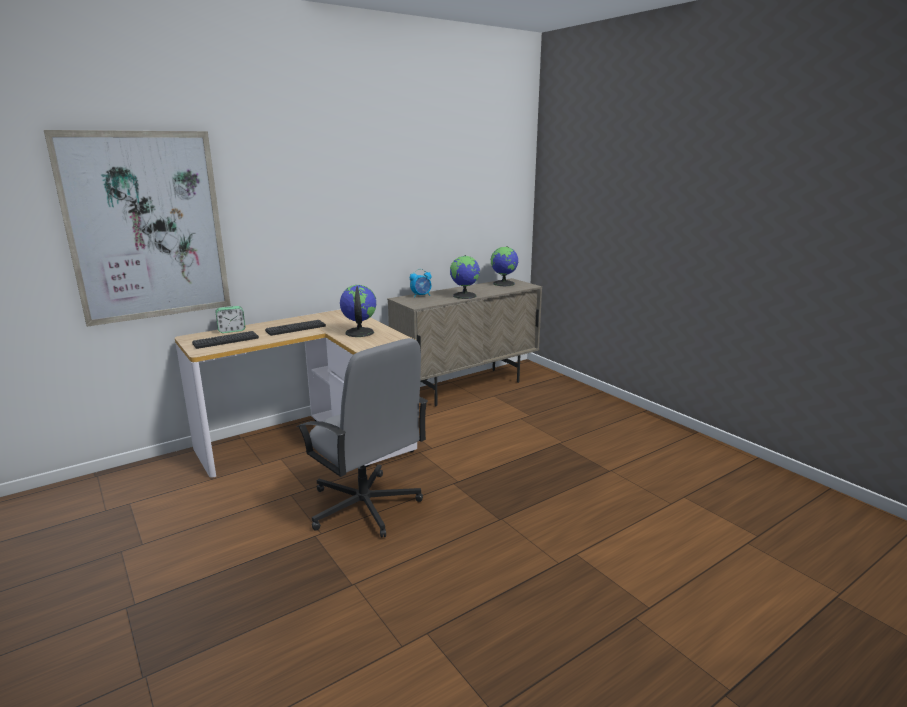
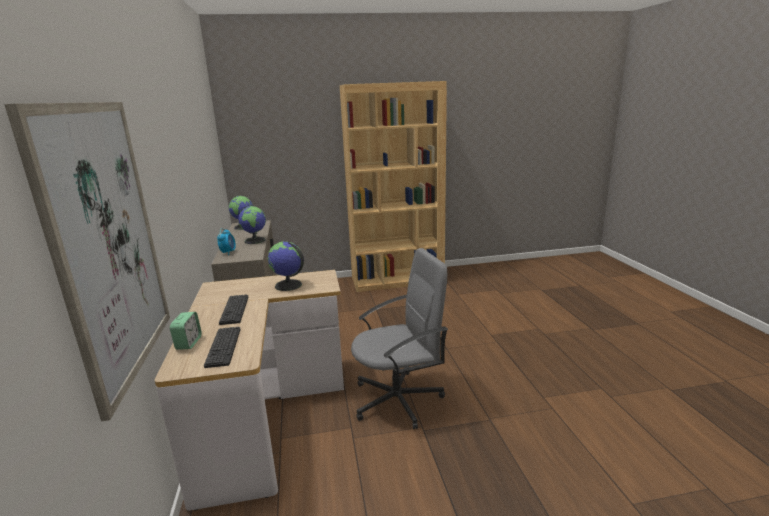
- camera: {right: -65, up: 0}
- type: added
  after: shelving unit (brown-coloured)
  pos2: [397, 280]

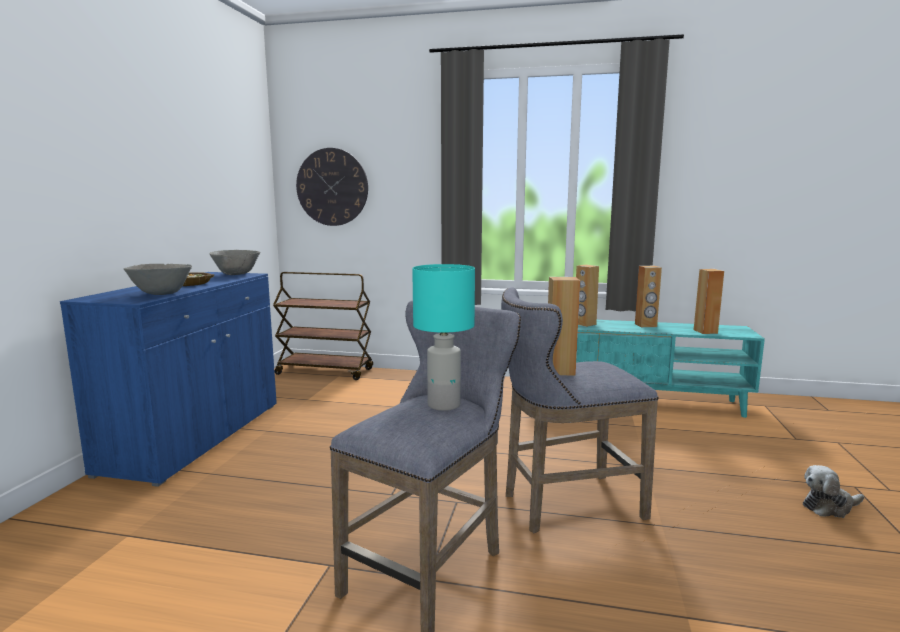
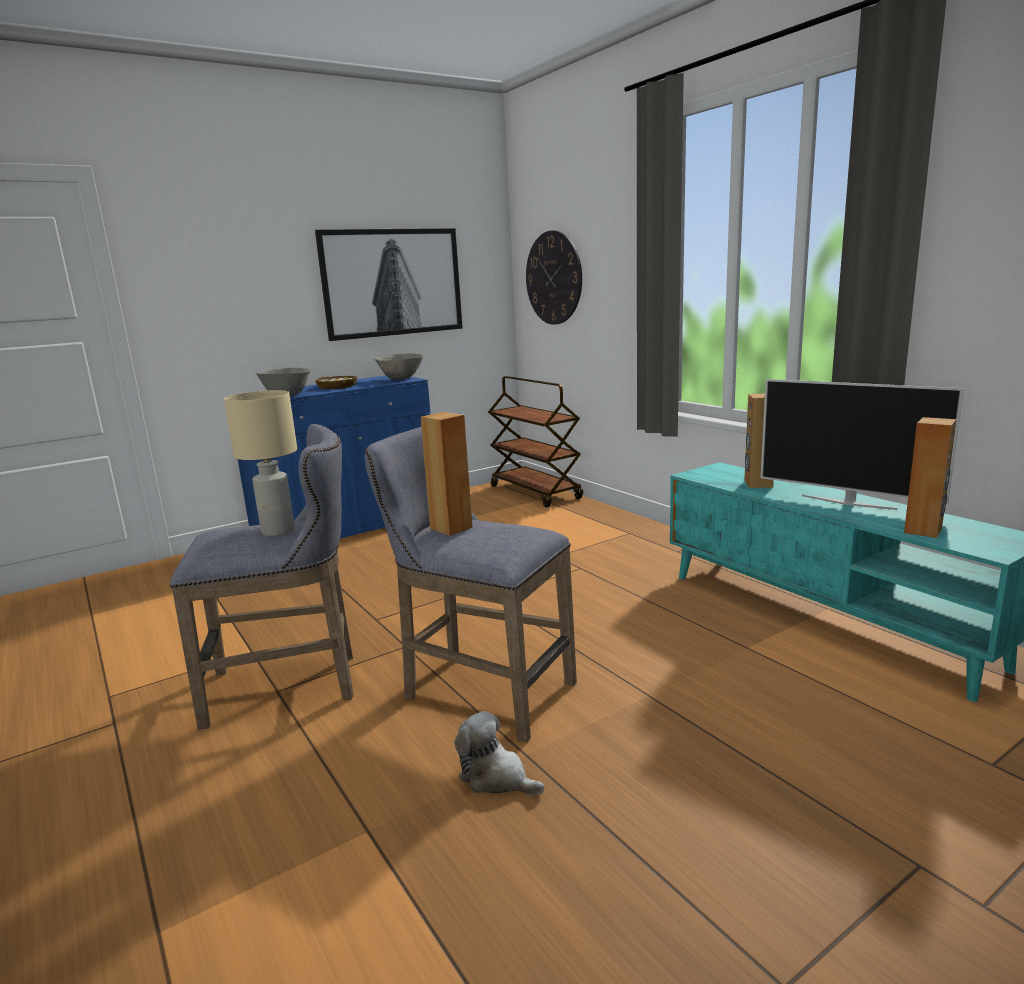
- camera: {right: 45, up: 5}
- type: recoloured
  before: tabletop lamp (turquoise-coloured)
  after: tabletop lamp (beige-coloured)
  pos1: [444, 405]
  pos2: [279, 531]
- type: replaced
  before: speaker (brown-coloured)
  after: TV
  pos1: [645, 325]
  pos2: [848, 502]
- type: moved
  before: plush toy
  pos1: [829, 507]
  pos2: [496, 777]
- type: added
  after: picture
  pos2: [393, 282]

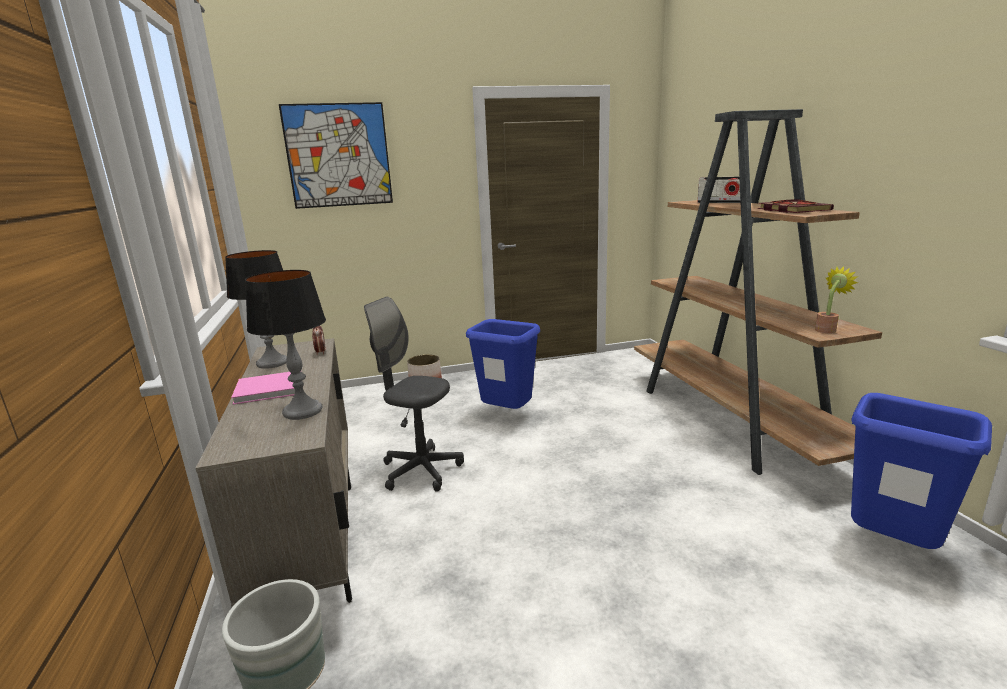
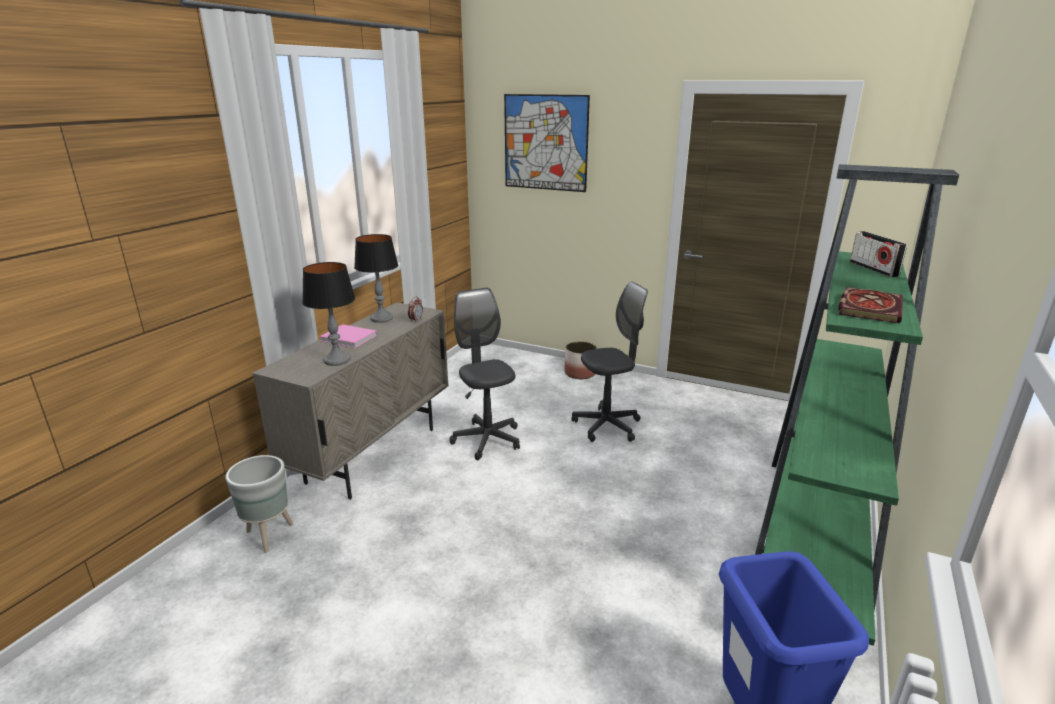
- camera: {right: 40, up: 5}
- type: recoloured
  before: shelving unit (brown-coloured)
  after: shelving unit (green-coloured)
  pos1: [731, 422]
  pos2: [813, 535]
- type: removed
  before: plant in a pot
  pos1: [827, 329]
- type: replaced
  before: trash can (bluish)
  after: desk chair (gray)
  pos1: [507, 415]
  pos2: [607, 426]

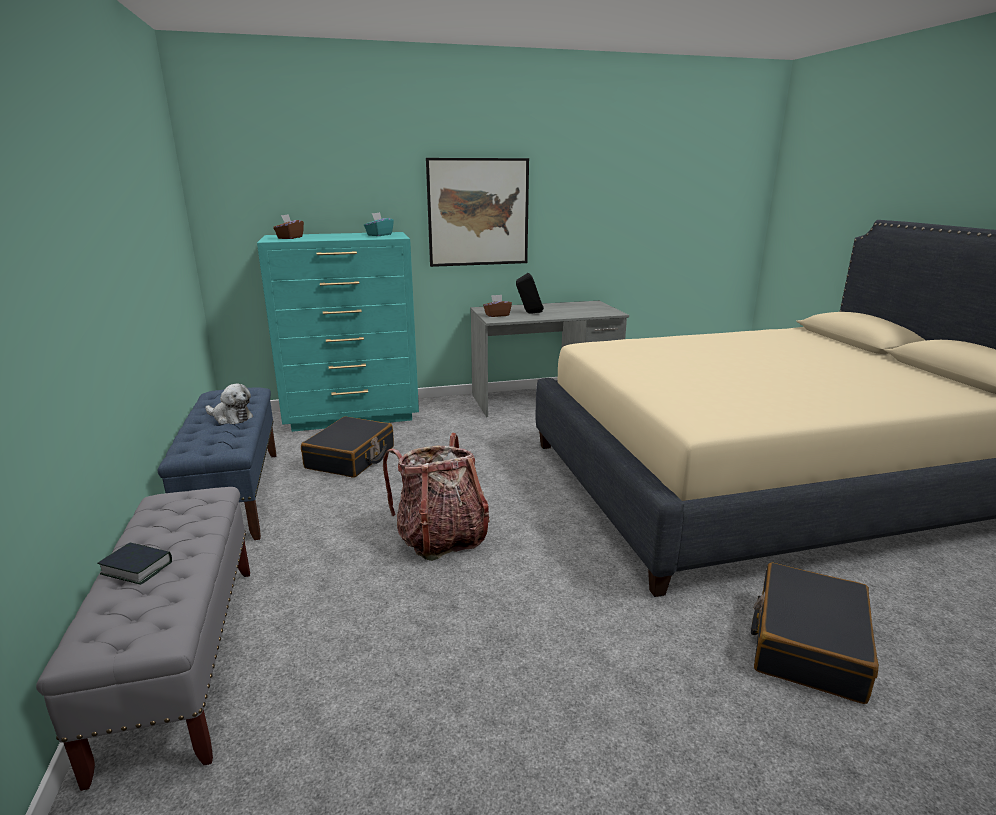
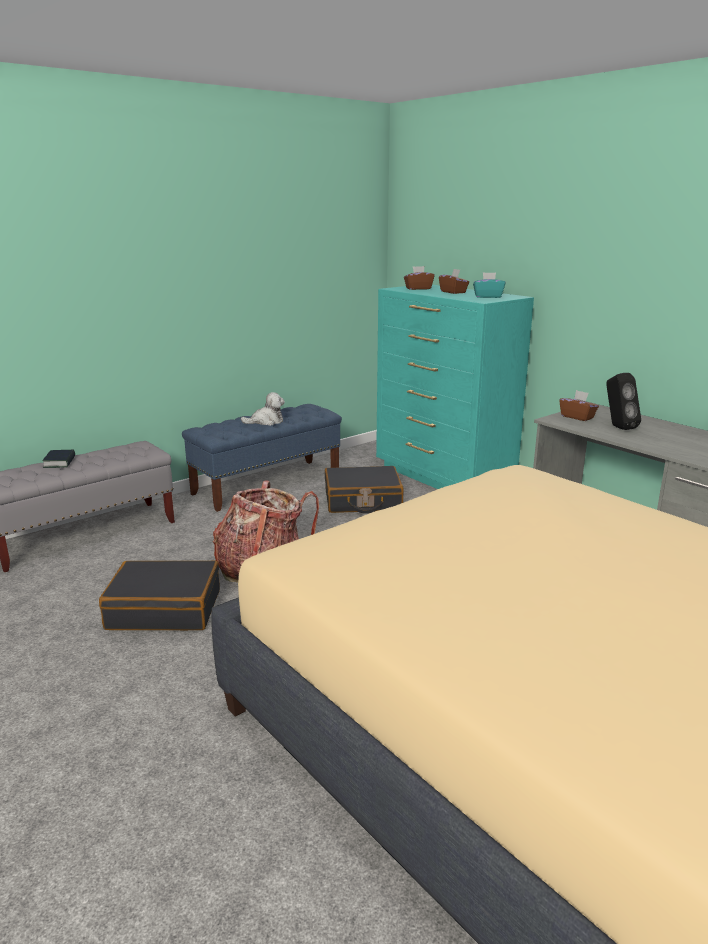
- camera: {right: 65, up: 0}
- type: removed
  before: picture
  pos1: [478, 212]
- type: turned
  before: plush toy
  pos1: [231, 418]
  pos2: [266, 421]
  turn: -105
- type: moved
  before: piece of luggage (black)
  pos1: [807, 644]
  pos2: [165, 609]
- type: added
  after: tissue holder (brown-coloured)
  pos2: [453, 292]

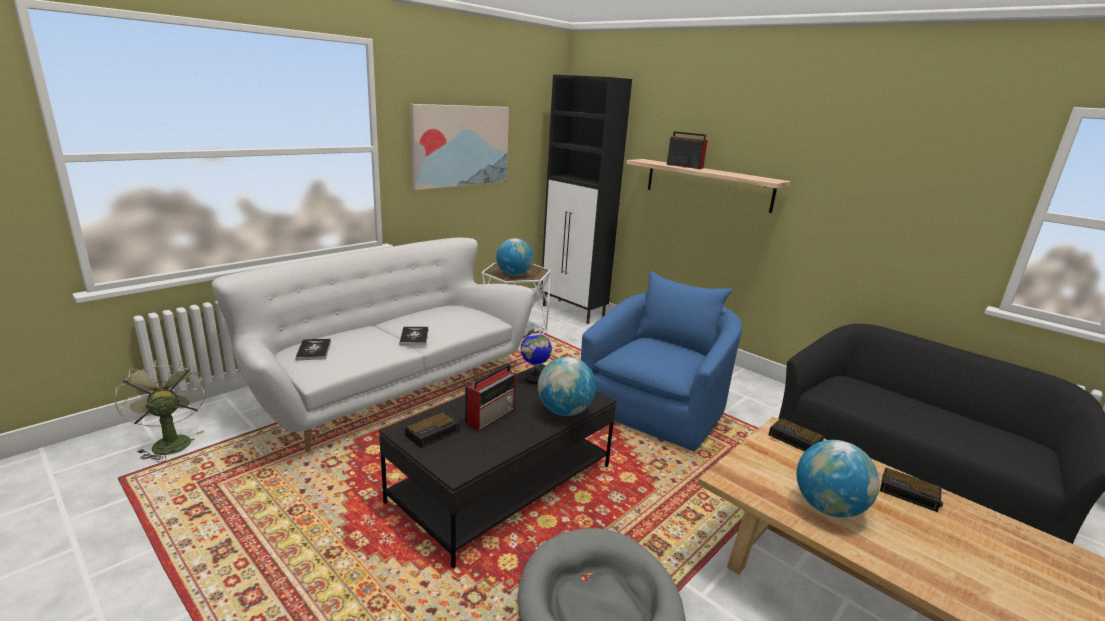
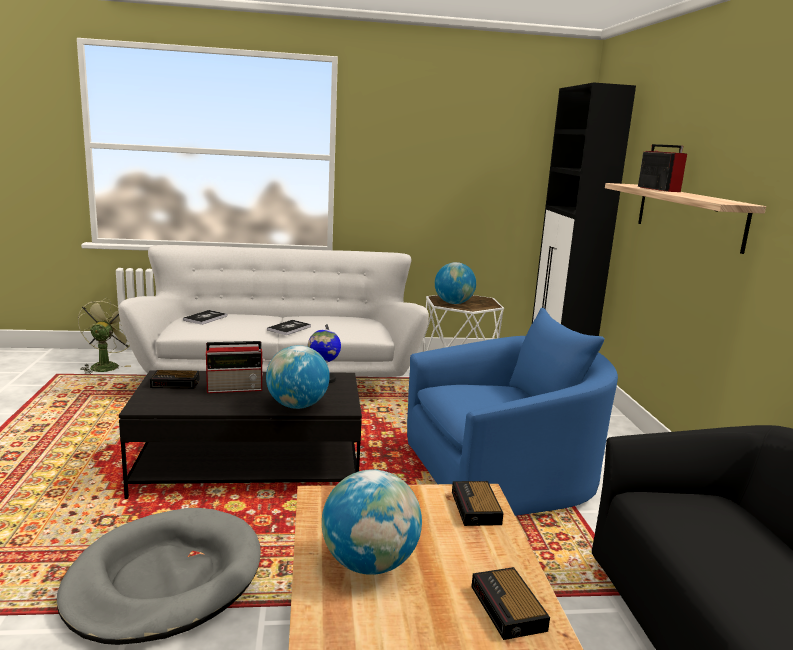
- camera: {right: 40, up: -5}
- type: removed
  before: picture
  pos1: [460, 146]

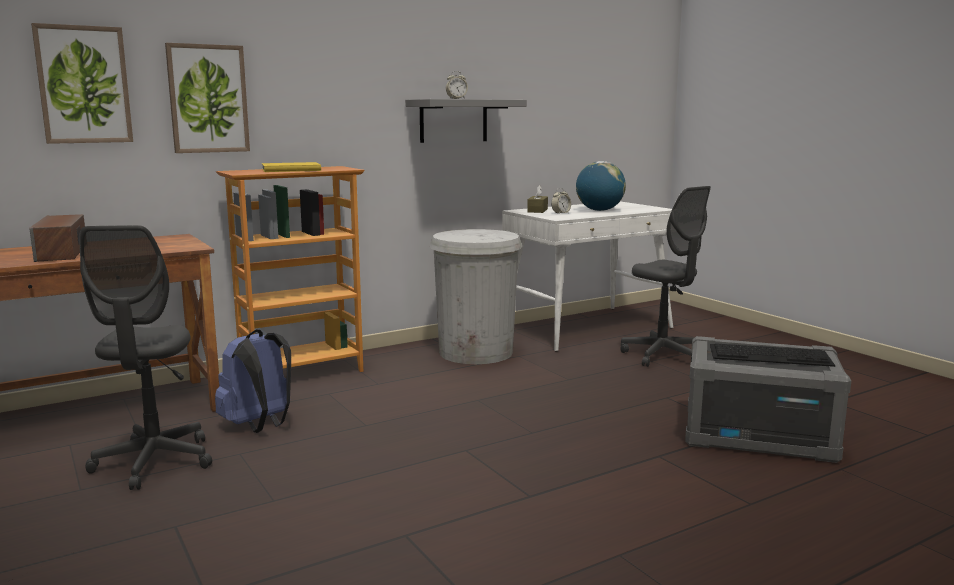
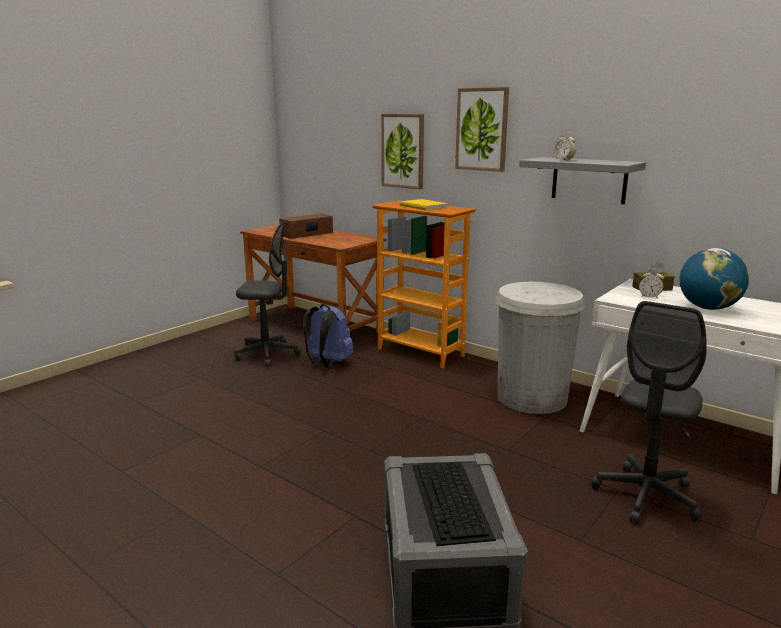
- camera: {right: 70, up: 5}
- type: moved
  before: picture
  pos1: [84, 85]
  pos2: [482, 129]
- type: turned
  before: desk chair (gray)
  pos1: [154, 462]
  pos2: [267, 354]
  turn: -150

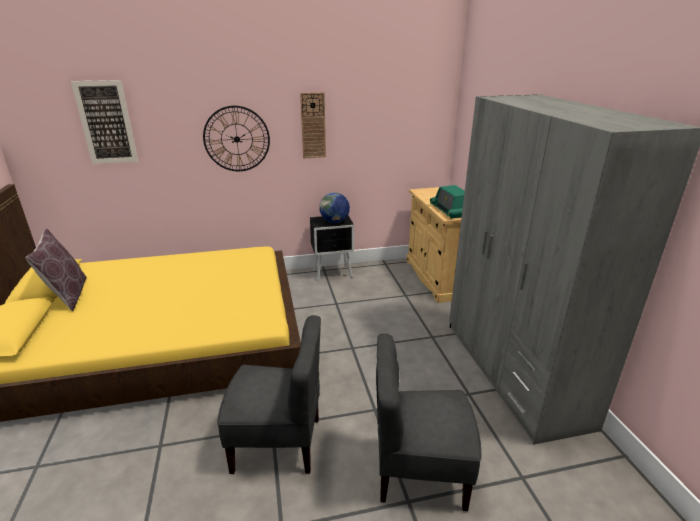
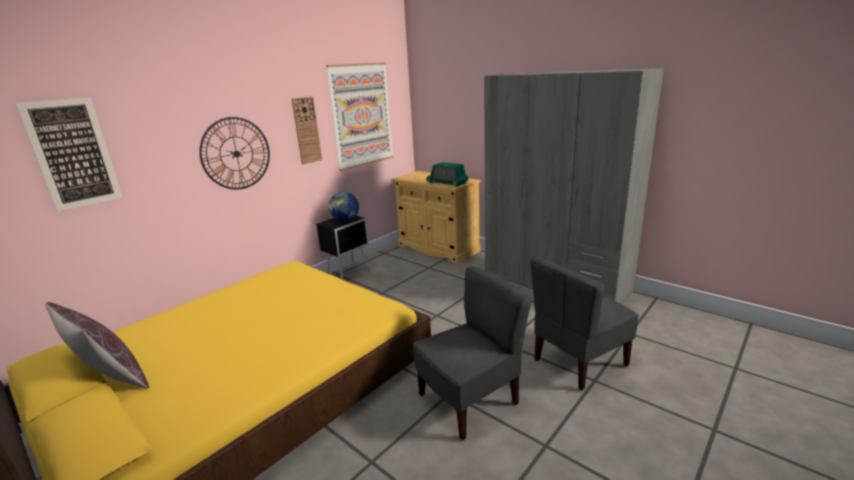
- camera: {right: -35, up: -5}
- type: added
  after: picture
  pos2: [362, 115]

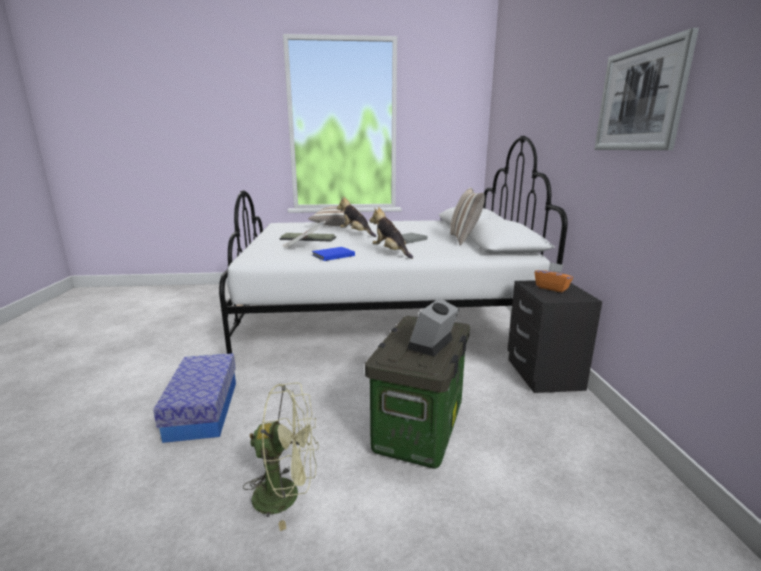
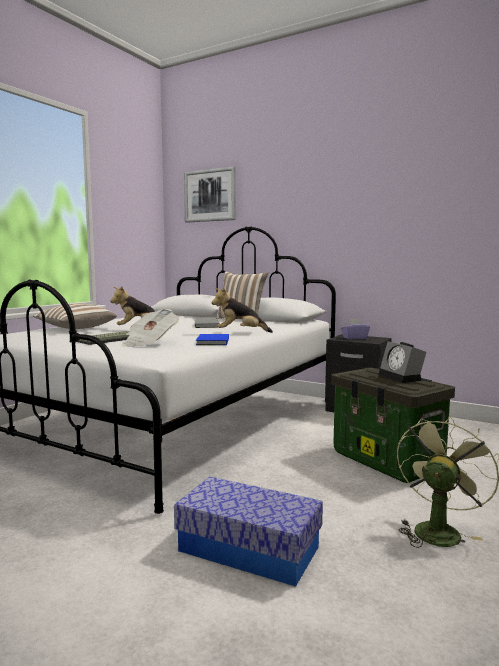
- camera: {right: -55, up: -10}
- type: moved
  before: picture
  pos1: [640, 99]
  pos2: [210, 195]
- type: recoloured
  before: tissue holder (orangey)
  after: tissue holder (purple-coloured)
  pos1: [552, 288]
  pos2: [354, 338]

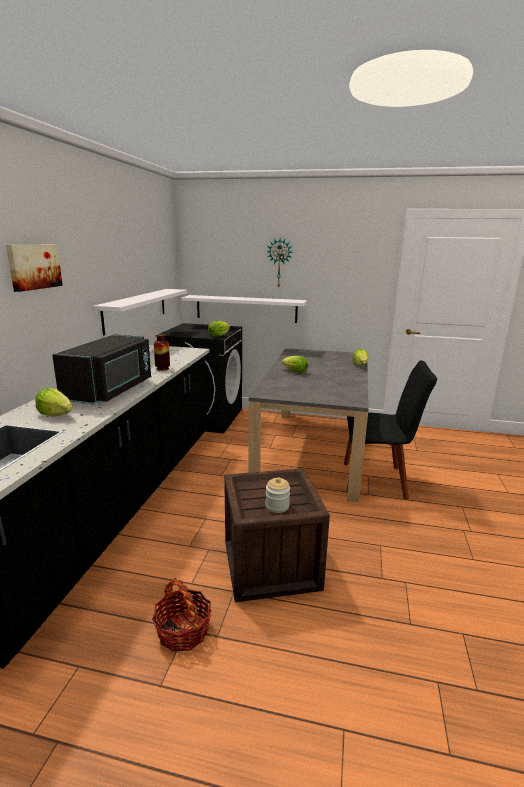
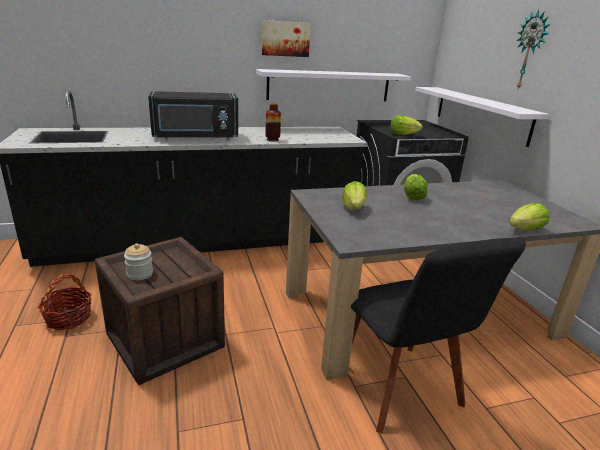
- camera: {right: 60, up: 5}
- type: moved
  before: picture
  pos1: [33, 266]
  pos2: [285, 39]
- type: moved
  before: lettuce head
  pos1: [56, 415]
  pos2: [353, 209]

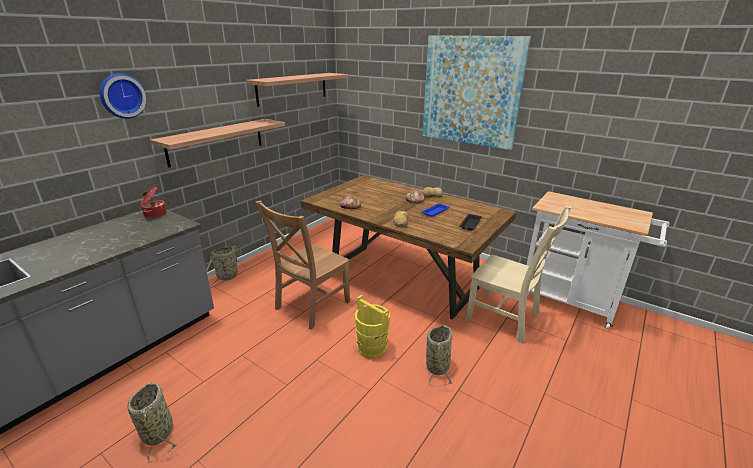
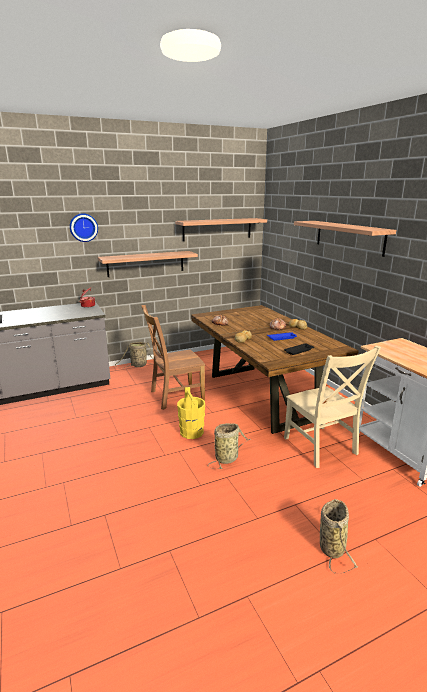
- camera: {right: 30, up: -5}
- type: replaced
  before: picture
  after: bracket shelf
  pos1: [471, 91]
  pos2: [349, 237]
- type: moved
  before: household basket
  pos1: [158, 431]
  pos2: [331, 546]

